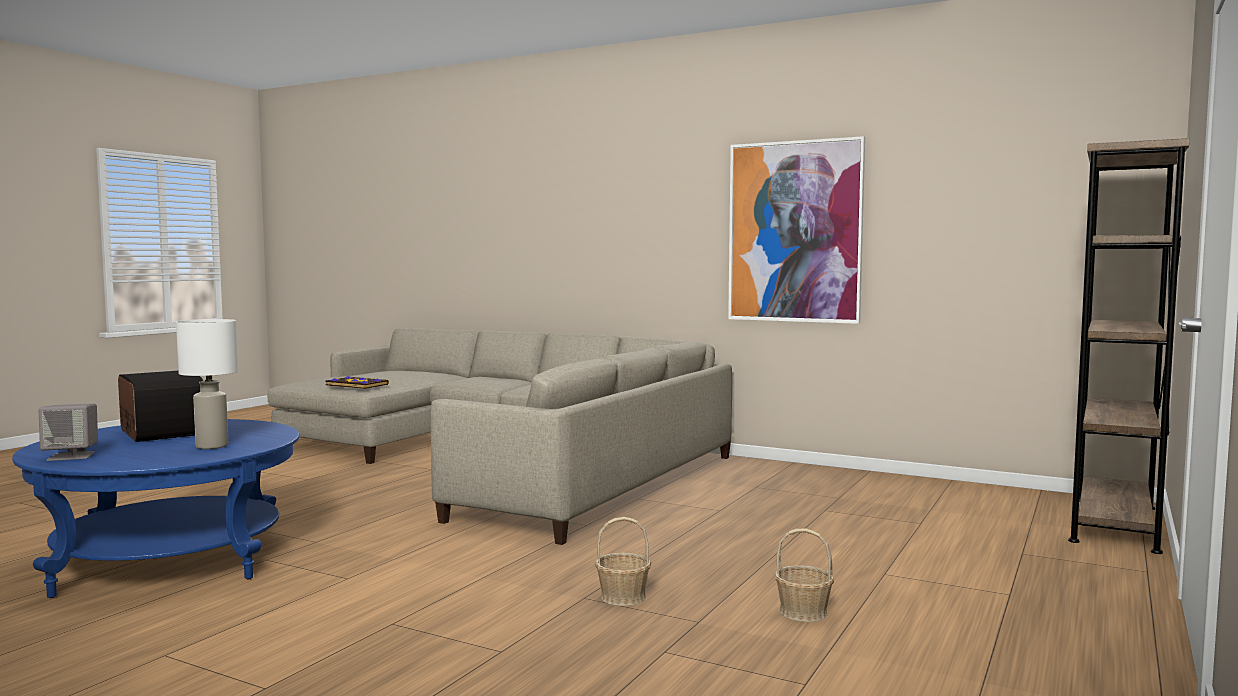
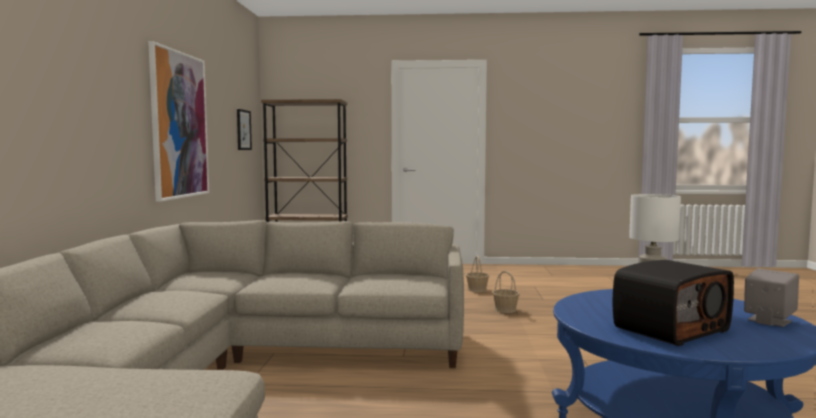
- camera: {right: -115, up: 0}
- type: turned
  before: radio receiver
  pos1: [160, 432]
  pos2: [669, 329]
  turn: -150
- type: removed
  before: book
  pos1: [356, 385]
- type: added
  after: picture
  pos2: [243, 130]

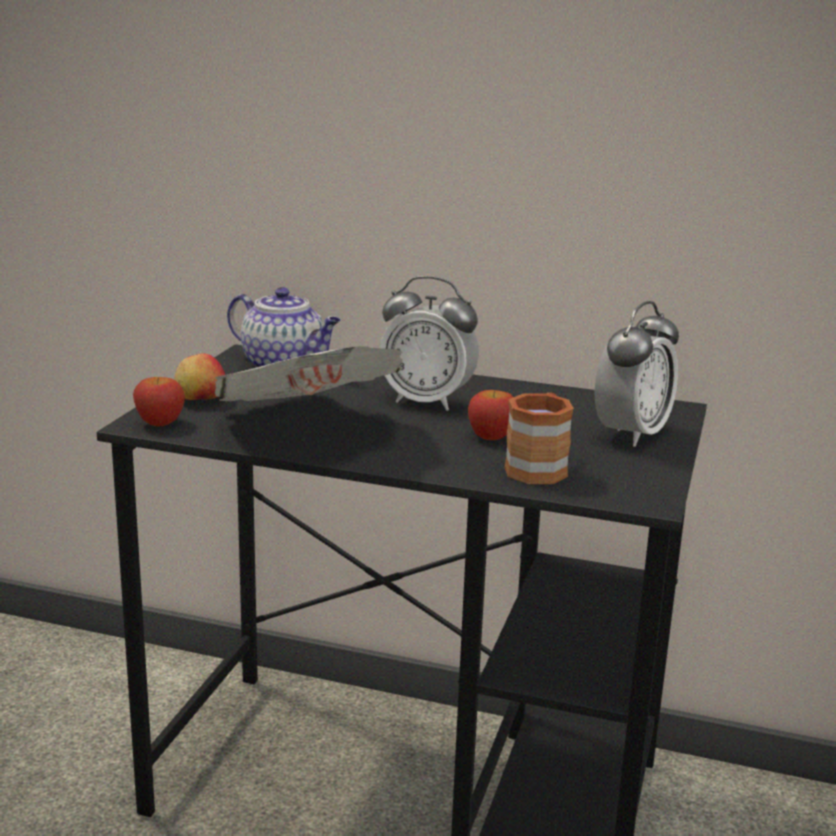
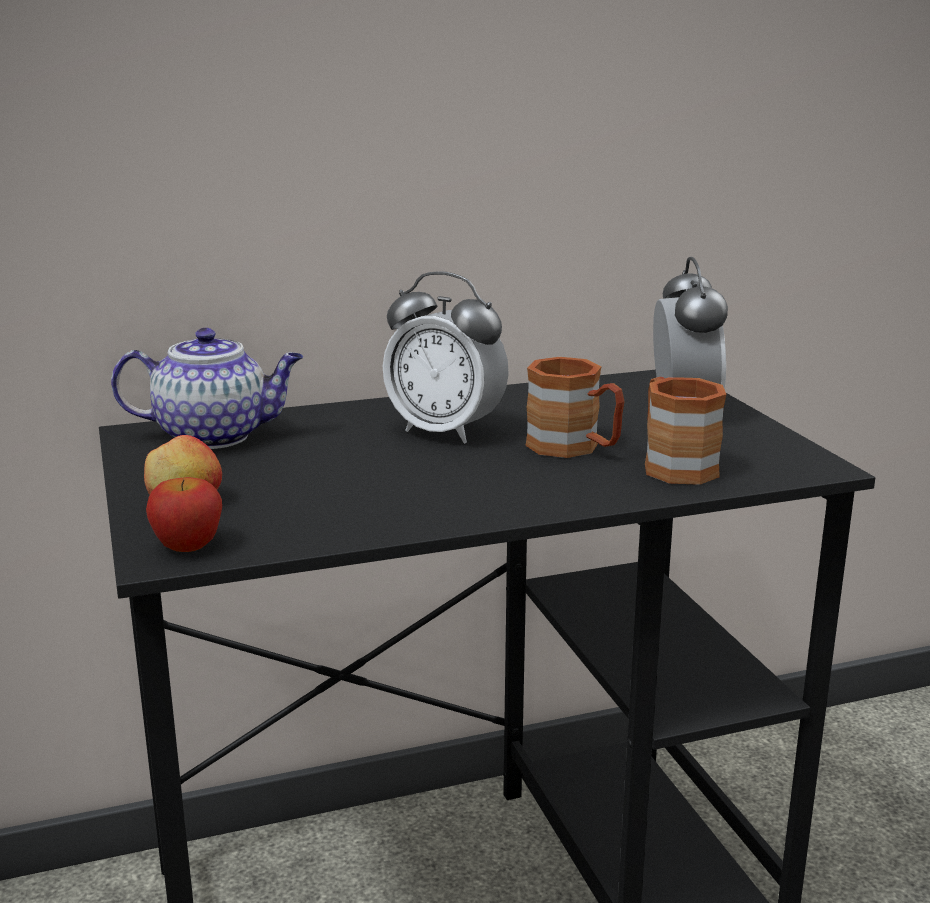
- camera: {right: -35, up: 0}
- type: turned
  before: table clock
  pos1: [427, 402]
  pos2: [445, 431]
  turn: 45
- type: removed
  before: daily paper
  pos1: [307, 427]
- type: replaced
  before: whole apple
  after: coffee mug (brown-coloured)
  pos1: [491, 436]
  pos2: [575, 448]

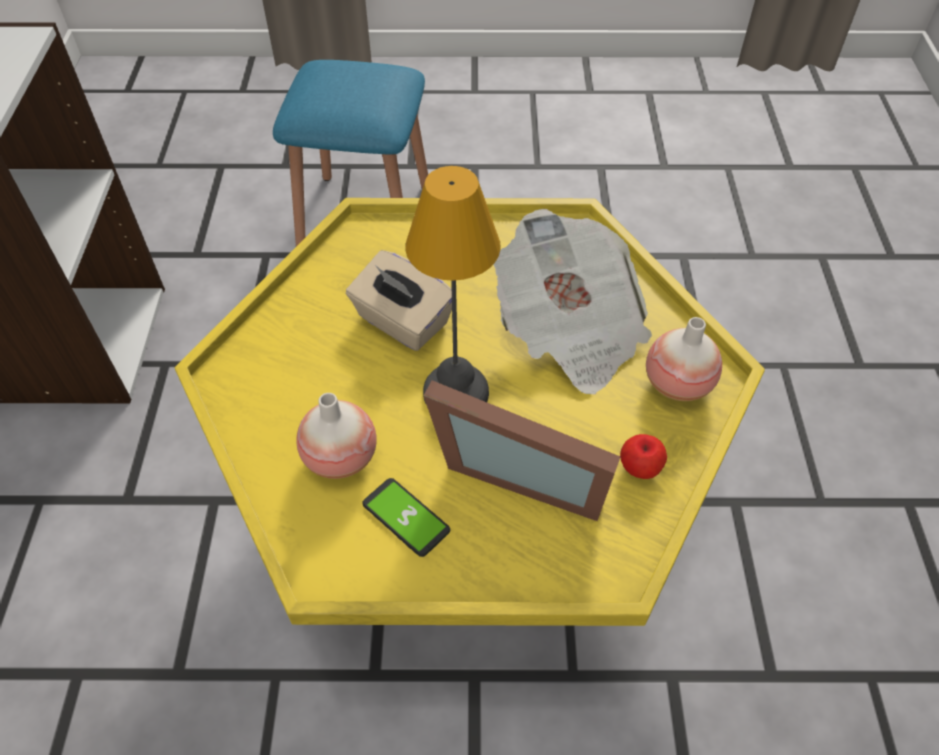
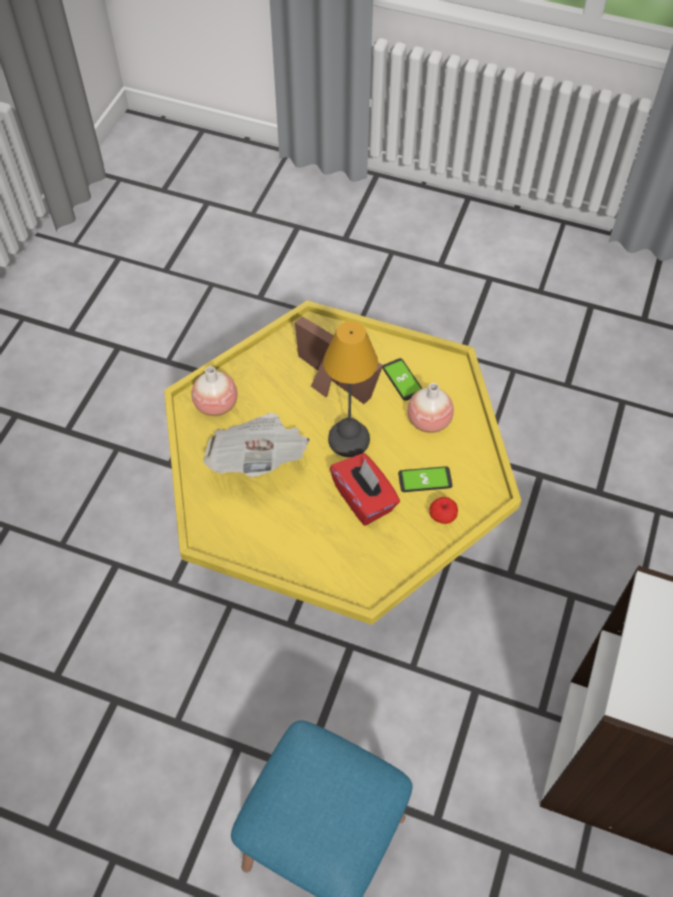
- camera: {right: -160, up: 5}
- type: recoloured
  before: tissue holder (beige-coloured)
  after: tissue holder (red-coloured)
  pos1: [402, 322]
  pos2: [364, 499]
- type: moved
  before: whole apple
  pos1: [640, 467]
  pos2: [442, 517]
- type: added
  after: handset
  pos2: [425, 480]

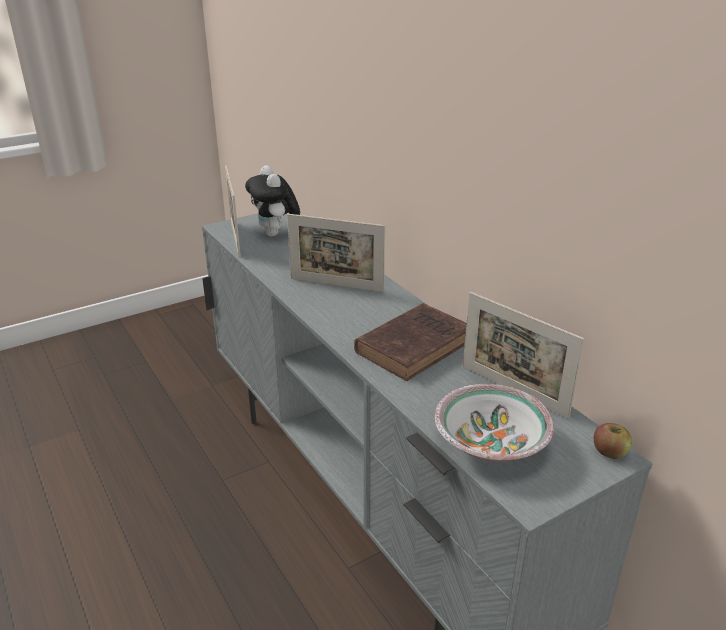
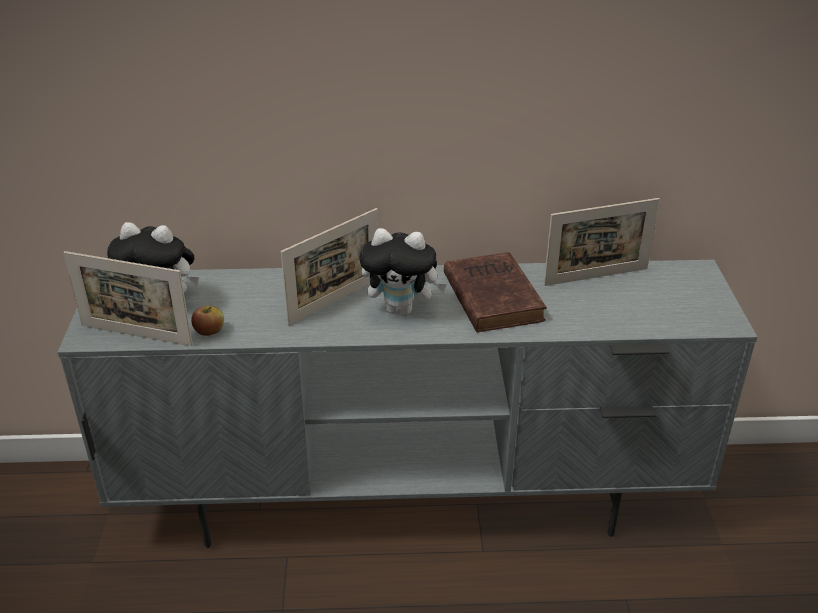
- camera: {right: -60, up: 5}
- type: removed
  before: bowl
  pos1: [491, 443]
- type: moved
  before: whole apple
  pos1: [609, 452]
  pos2: [209, 331]
- type: added
  after: plush toy
  pos2: [402, 309]

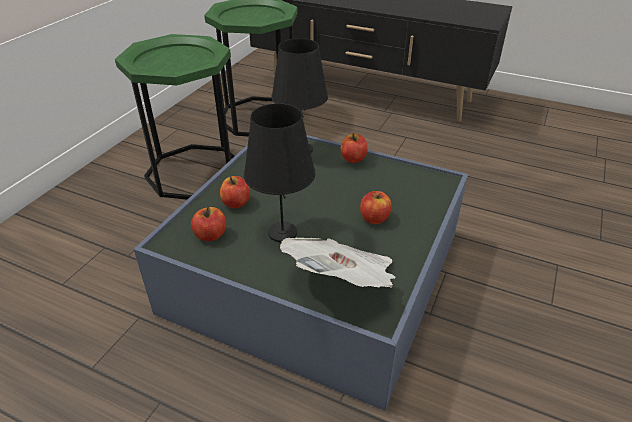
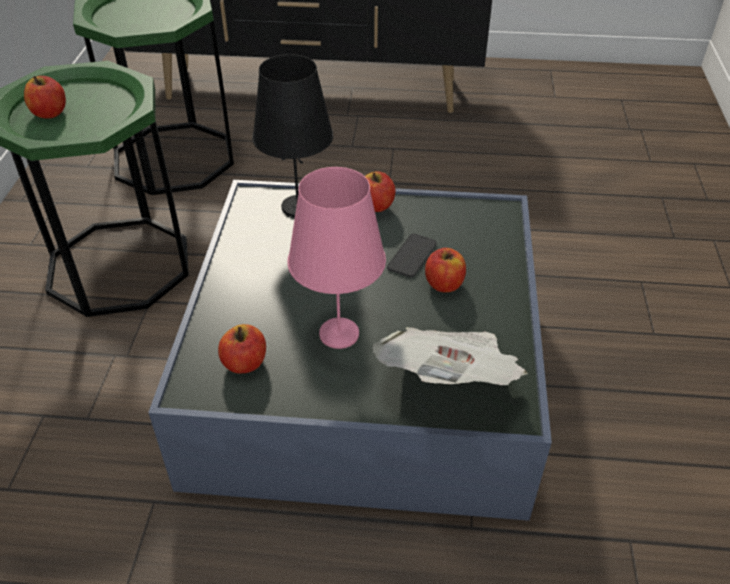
- camera: {right: -20, up: 5}
- type: recoloured
  before: tabletop lamp (black)
  after: tabletop lamp (pink)
  pos1: [282, 232]
  pos2: [338, 333]
- type: moved
  before: whole apple
  pos1: [236, 203]
  pos2: [50, 113]
- type: added
  after: handset
  pos2: [412, 256]

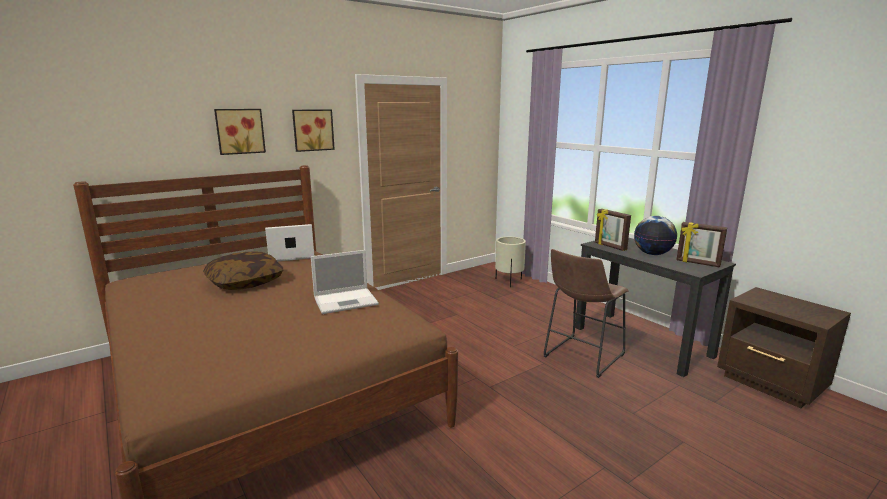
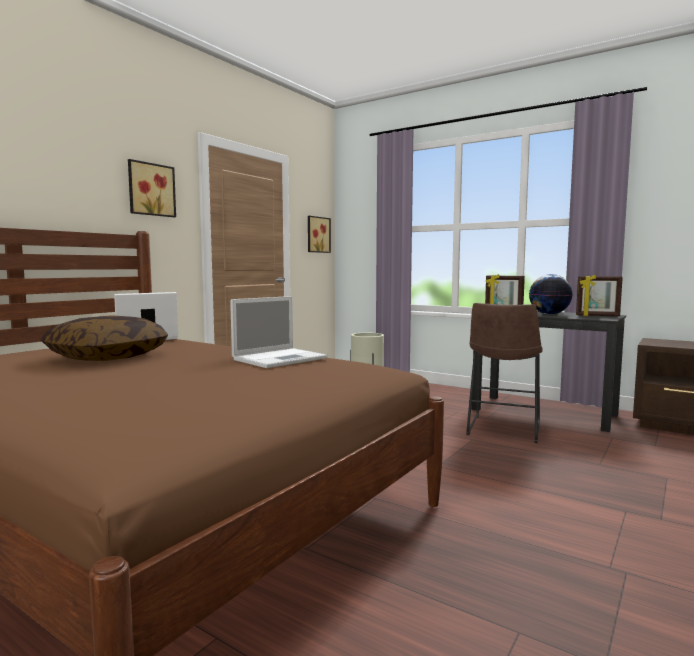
- camera: {right: -20, up: -10}
- type: moved
  before: picture
  pos1: [240, 131]
  pos2: [317, 234]

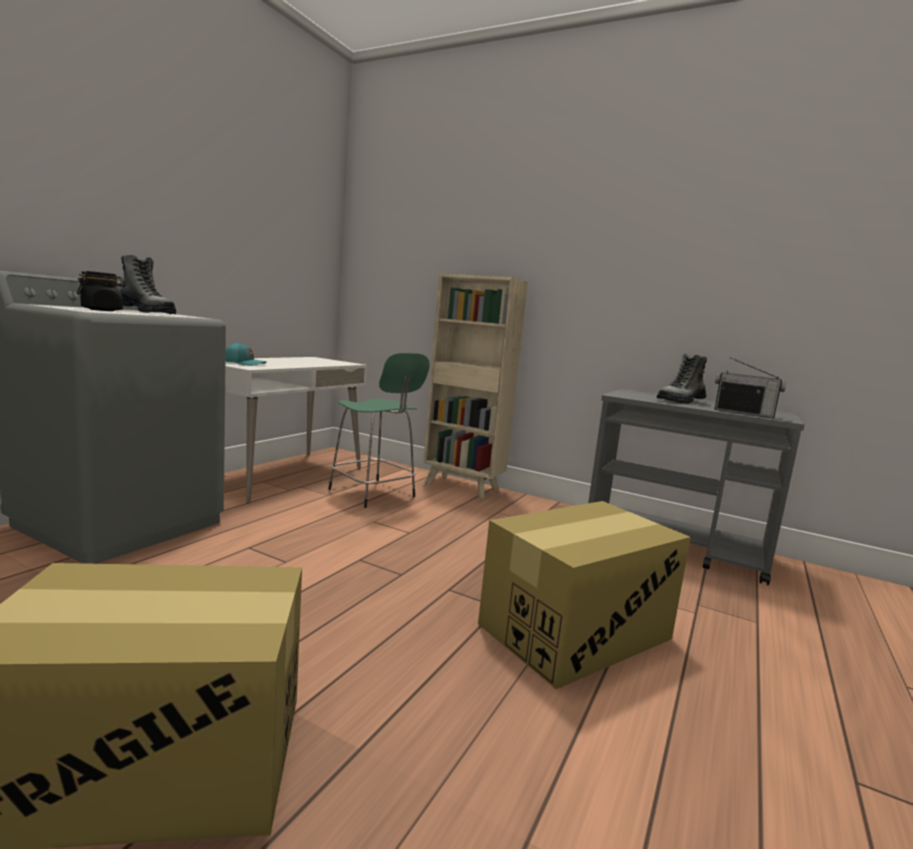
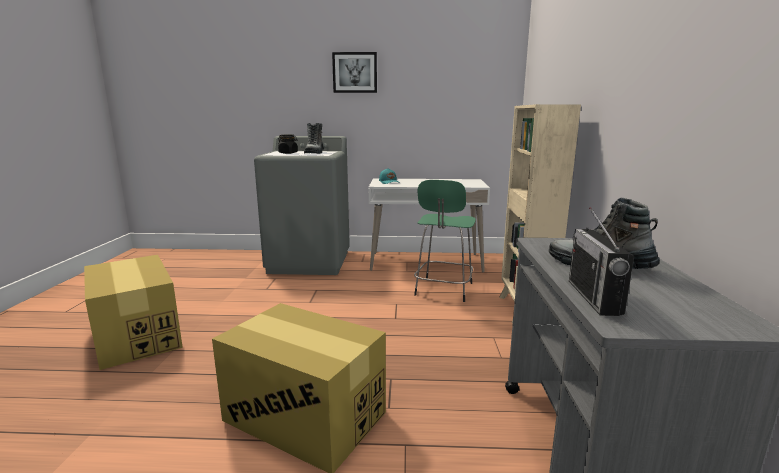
- camera: {right: 65, up: 5}
- type: added
  after: picture
  pos2: [355, 72]

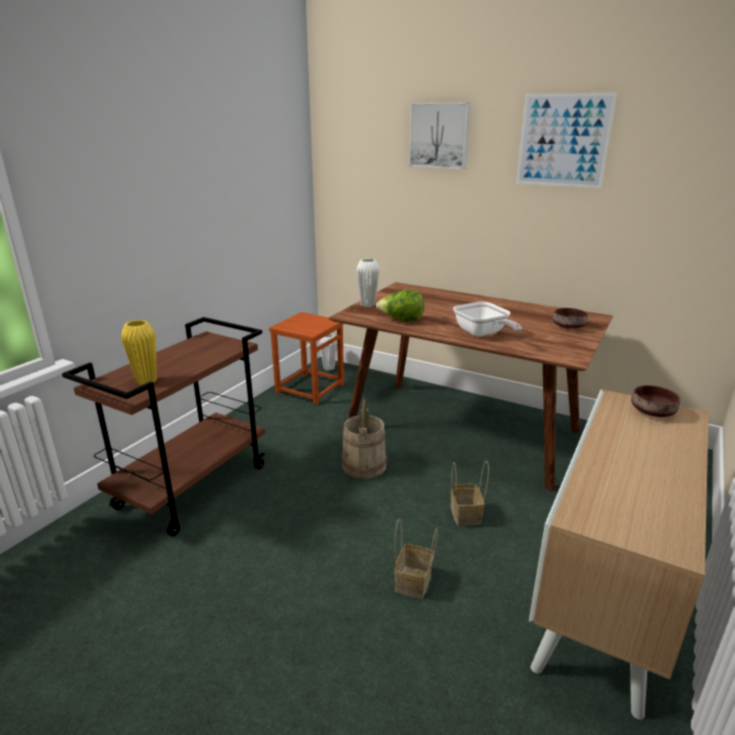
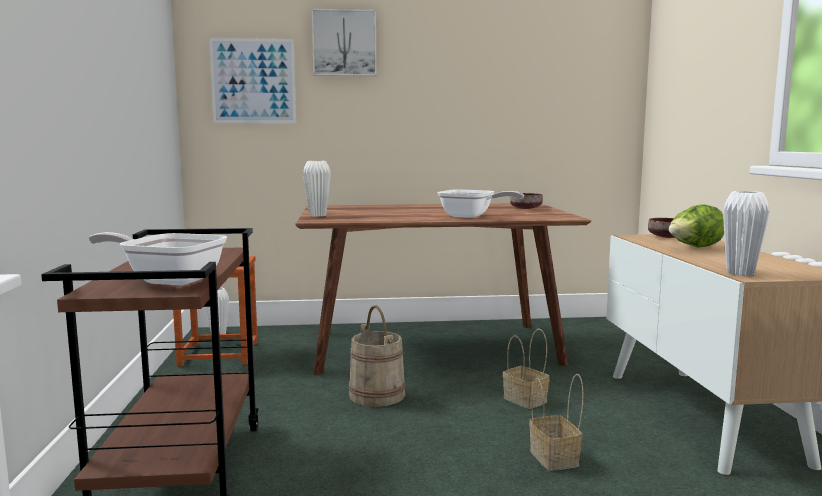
- camera: {right: -35, up: -15}
- type: moved
  before: picture
  pos1: [563, 140]
  pos2: [253, 81]
- type: moved
  before: lettuce head
  pos1: [401, 320]
  pos2: [694, 248]
- type: replaced
  before: flower vase (yellow)
  after: skillet
  pos1: [146, 381]
  pos2: [168, 280]
- type: added
  after: flower vase (white)
  pos2: [740, 273]

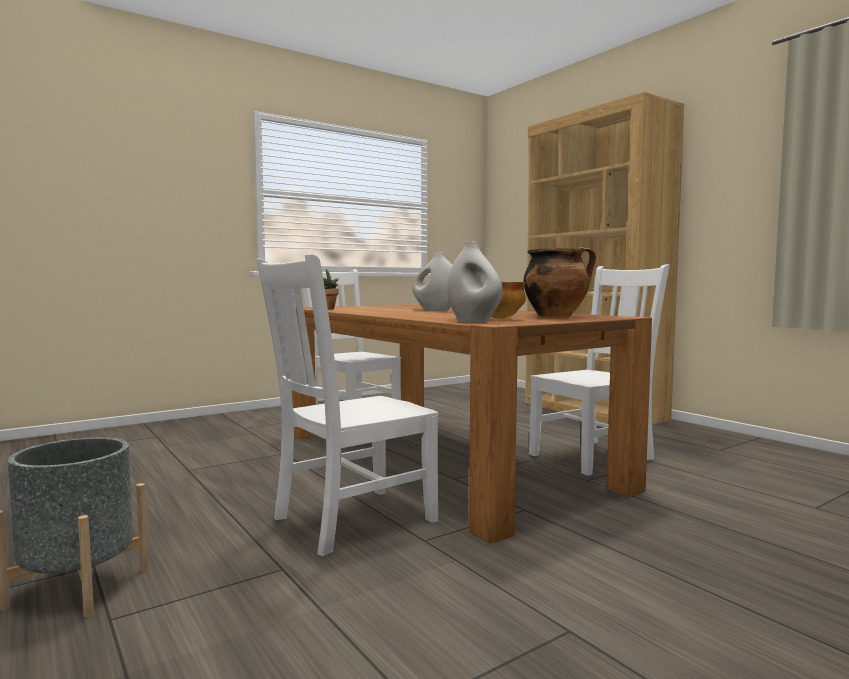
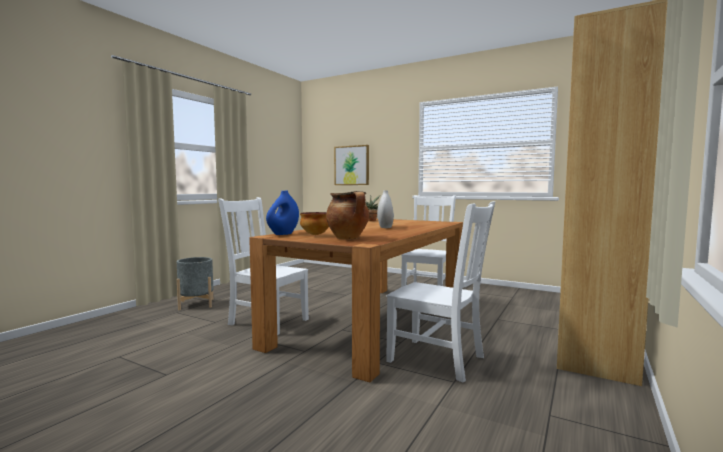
- camera: {right: 65, up: 0}
- type: recoloured
  before: flower vase (white)
  after: flower vase (bluish)
  pos1: [473, 321]
  pos2: [283, 234]
- type: added
  after: picture
  pos2: [351, 165]

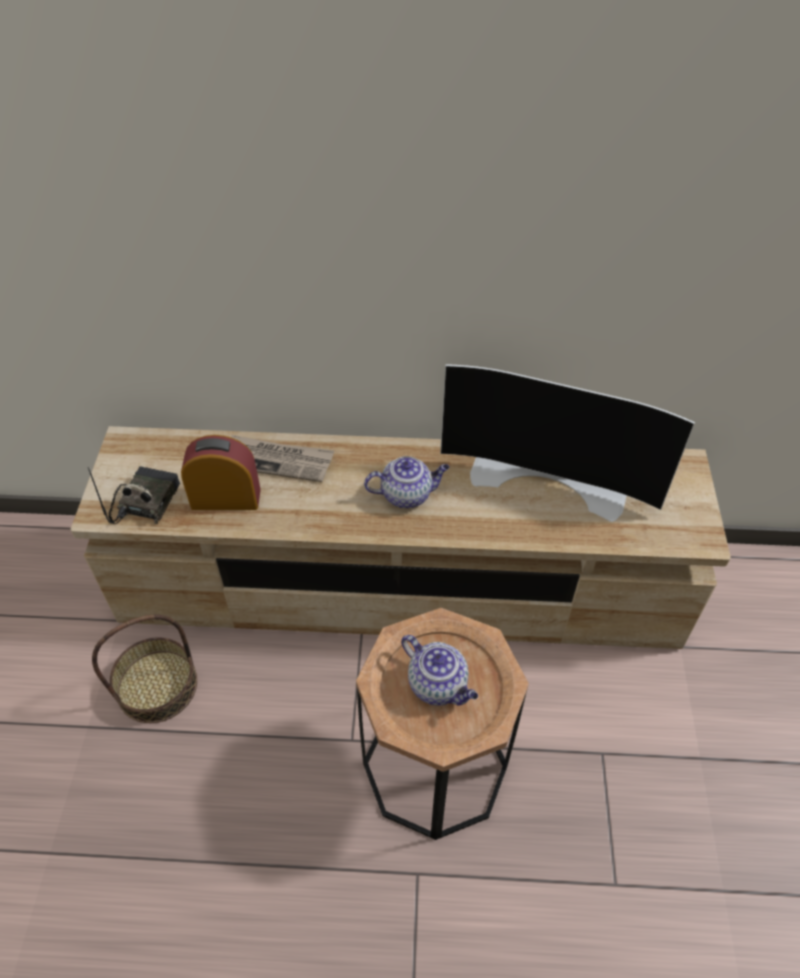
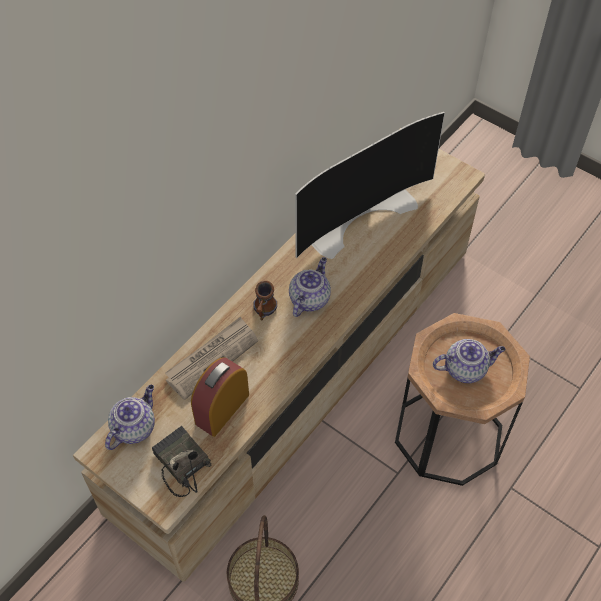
- camera: {right: -55, up: 5}
- type: added
  after: coffee mug
  pos2: [263, 312]
- type: added
  after: teapot
  pos2: [134, 427]

